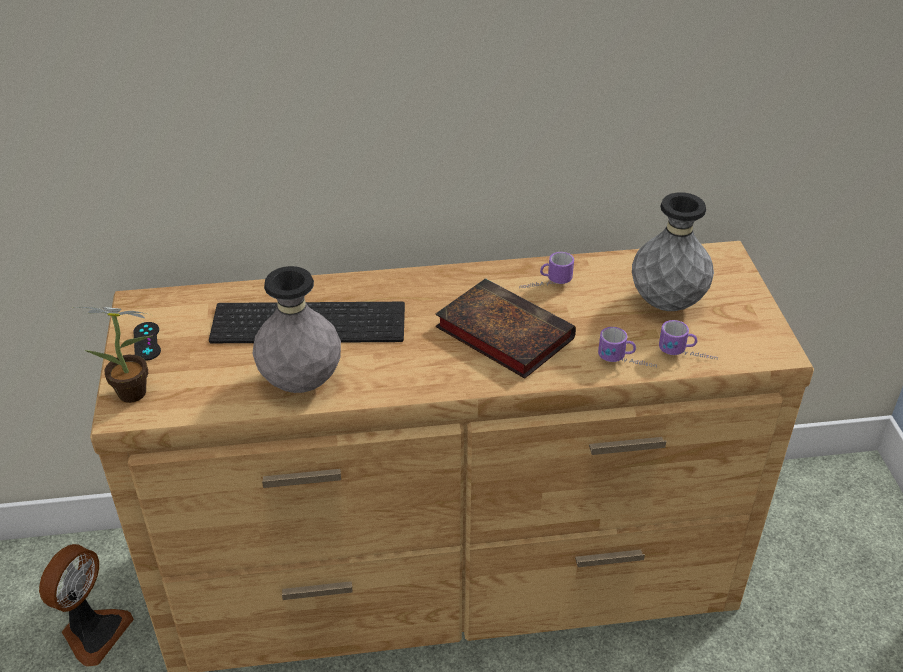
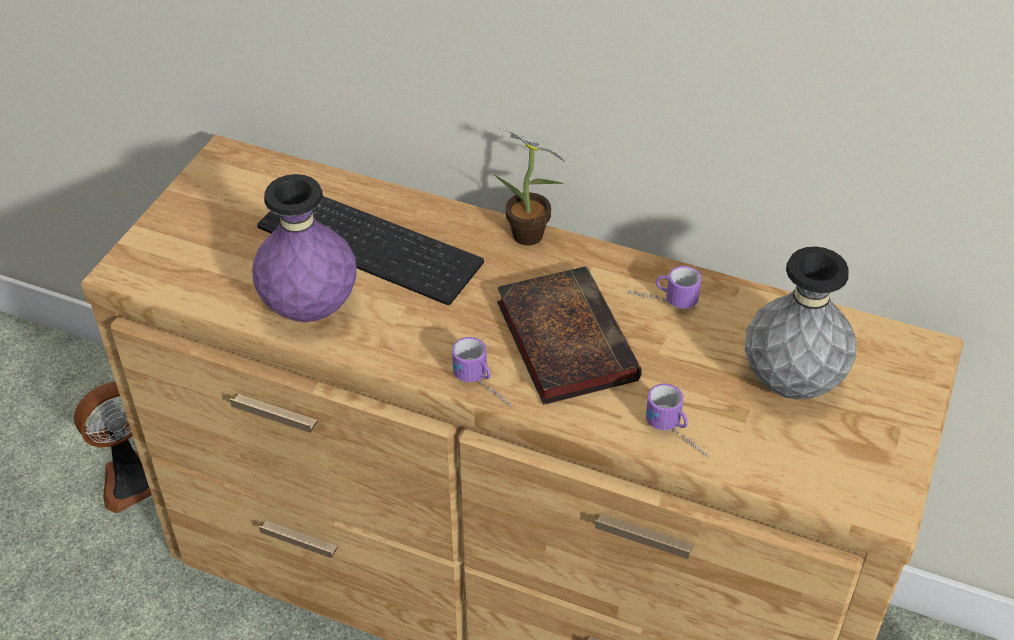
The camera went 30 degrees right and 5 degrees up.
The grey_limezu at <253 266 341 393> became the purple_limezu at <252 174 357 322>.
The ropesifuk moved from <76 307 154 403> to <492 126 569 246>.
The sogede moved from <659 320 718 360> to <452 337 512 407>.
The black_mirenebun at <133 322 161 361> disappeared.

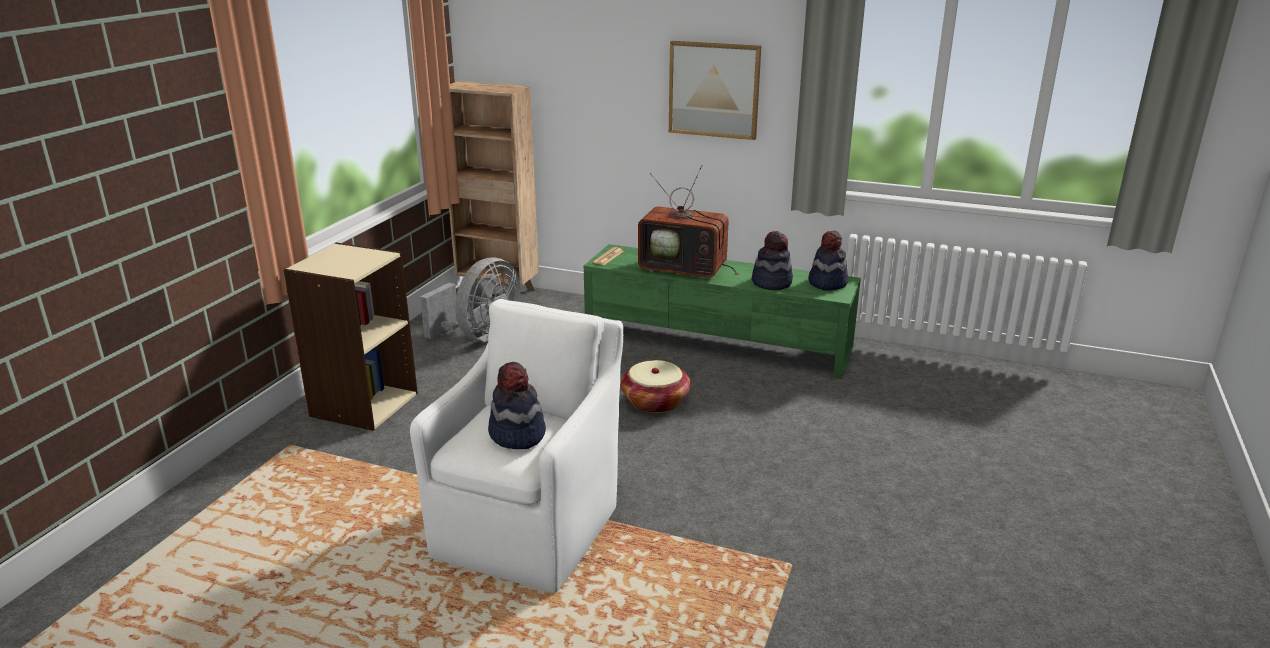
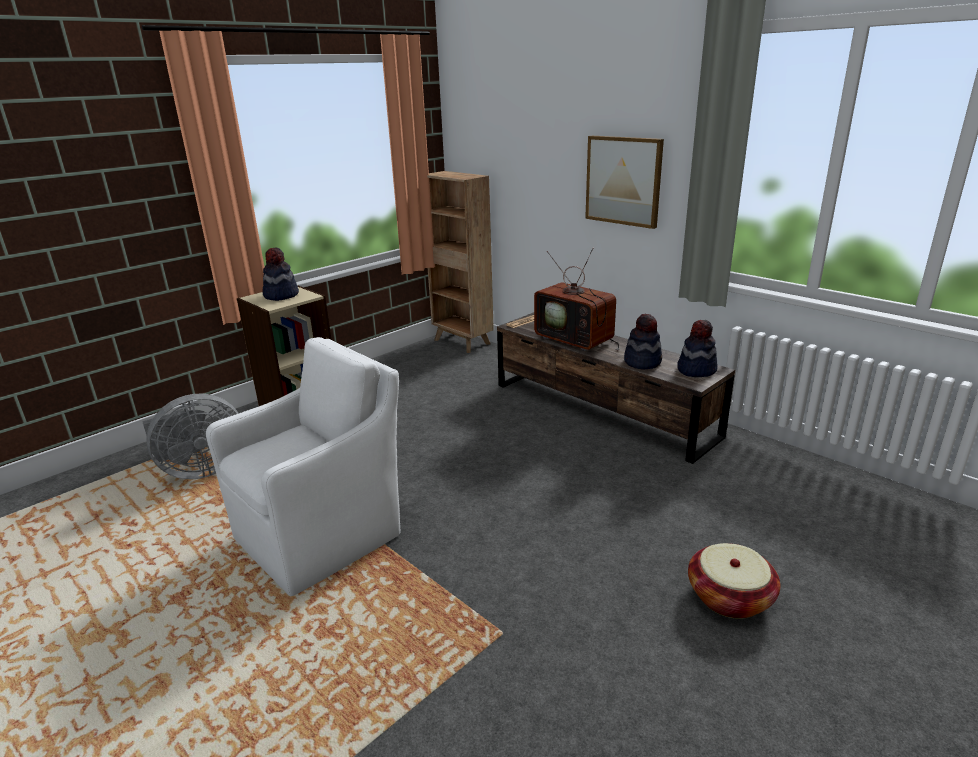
The camera went 25 degrees right and 0 degrees up.
The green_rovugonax at <584 244 861 379> became the brown_rovugonax at <497 312 735 464>.
The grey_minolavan moved from <420 257 520 342> to <142 393 239 479>.
The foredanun moved from <621 360 690 413> to <688 543 780 619>.
The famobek moved from <488 362 546 449> to <262 247 299 301>.

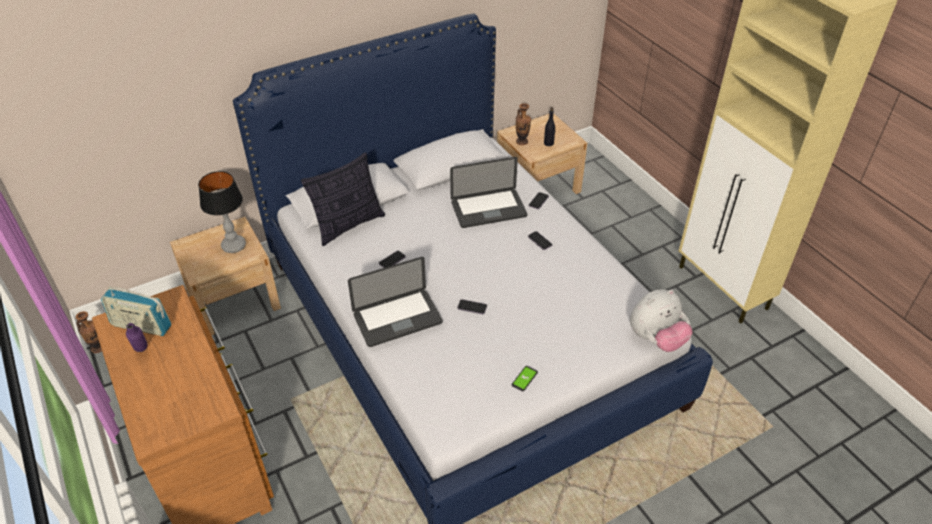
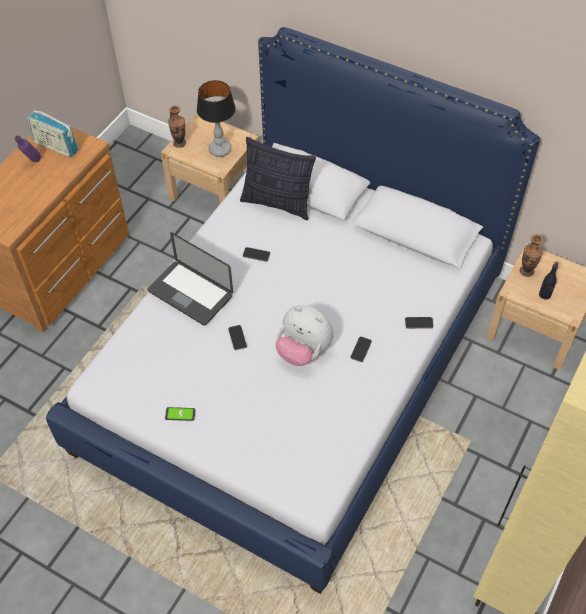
The camera went 60 degrees right and 10 degrees up.
The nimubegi at <450 157 527 228> disappeared.
The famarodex at <101 287 172 336> turned 45 degrees counterclockwise.
The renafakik moved from <630 289 693 352> to <275 306 334 366>.
The limezu moved from <76 311 102 353> to <168 106 186 148>.

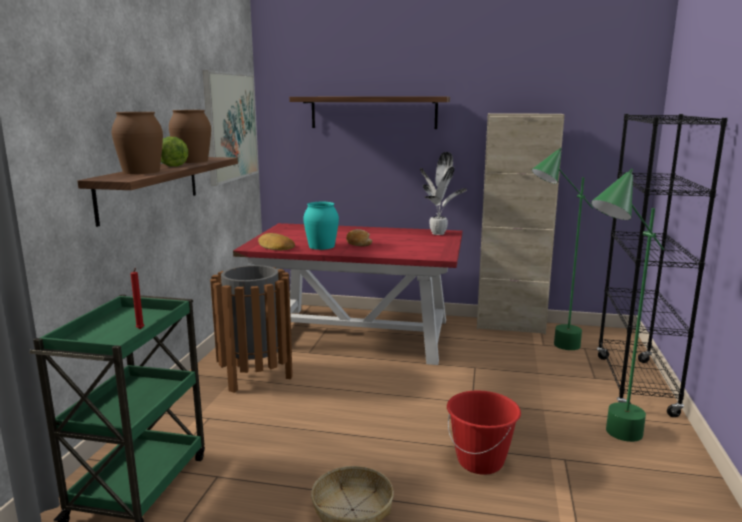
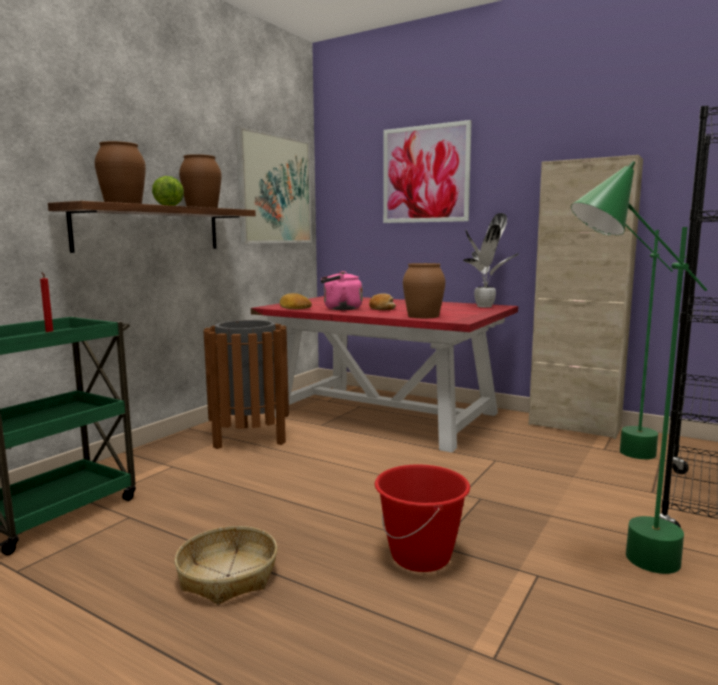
The camera went 20 degrees right and 5 degrees down.
The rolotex at <289 97 450 129> was replaced by the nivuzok at <383 120 472 223>.
The turquoise_limezu at <303 202 339 250> was replaced by the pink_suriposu at <321 271 362 310>.
The brown_limezu at <403 263 445 318> appeared.

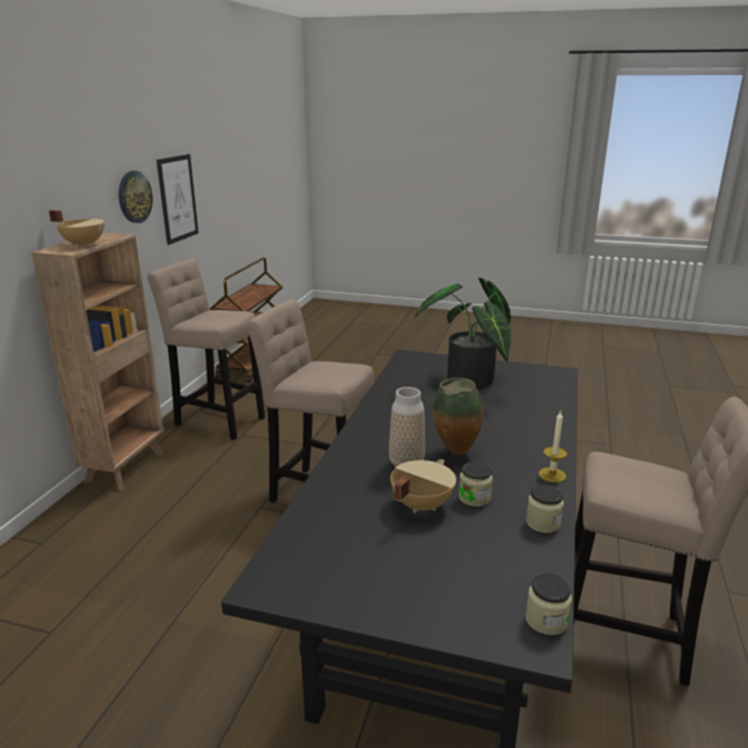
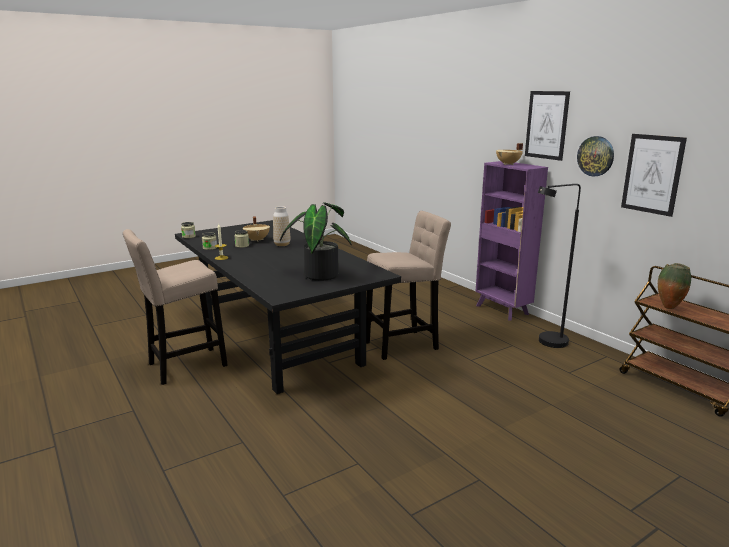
The camera went 130 degrees right and 5 degrees down.
The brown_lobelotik at <31 233 164 491> became the purple_lobelotik at <475 161 548 321>.
The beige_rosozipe at <147 259 265 440> was replaced by the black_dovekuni at <538 184 581 348>.
The limezu moved from <432 378 483 456> to <658 263 691 309>.
The nivuzok at <525 91 570 161> appeared.

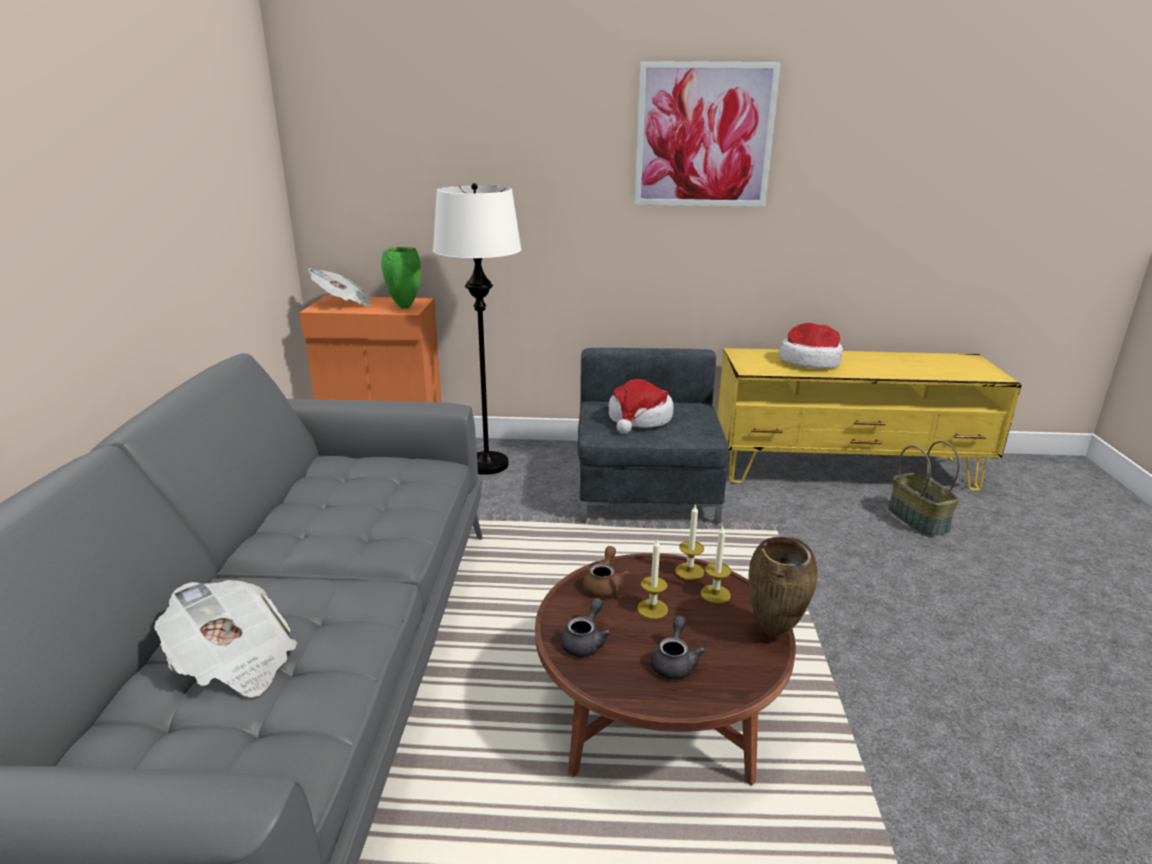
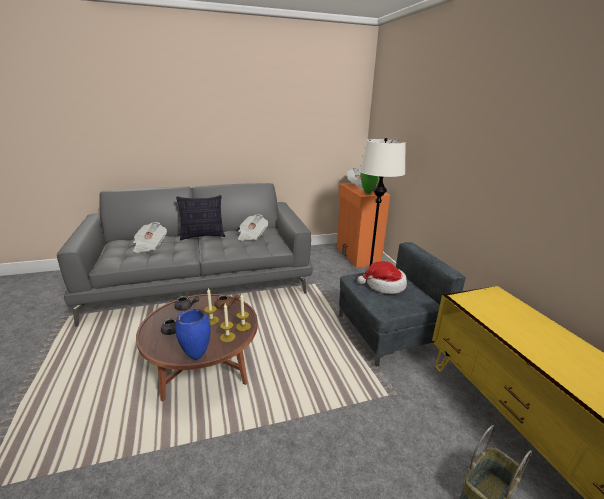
The camera went 70 degrees right and 0 degrees up.
The nivuzok at <635 61 781 207> disappeared.
The famobek at <779 323 843 368> disappeared.
The brown_limezu at <748 537 817 638> became the blue_limezu at <175 309 211 360>.
The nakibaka at <176 195 225 240> appeared.
The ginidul at <238 214 268 241> appeared.

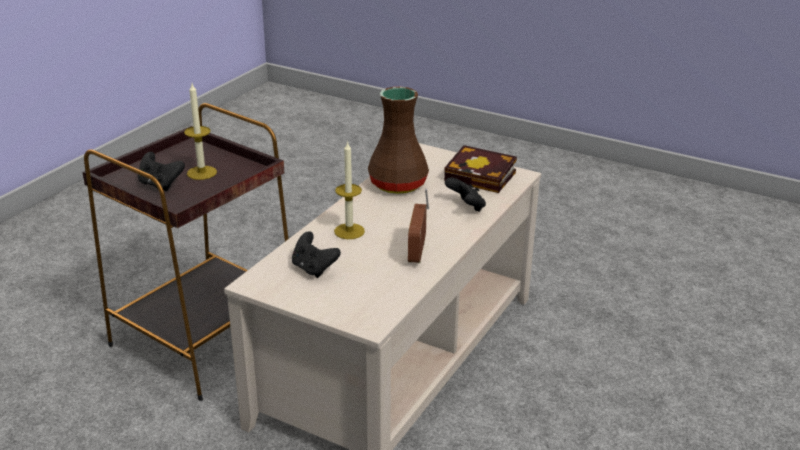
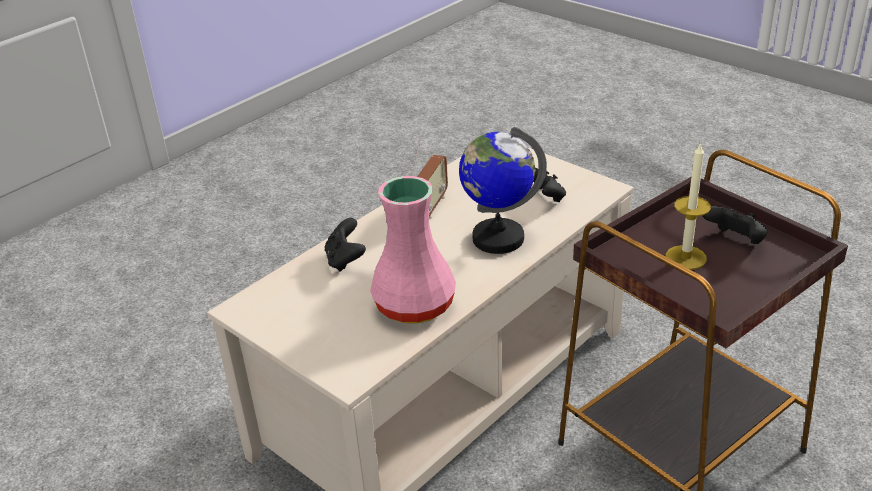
The camera went 165 degrees left and 5 degrees up.
The brown_limezu at <368 87 429 194> became the pink_limezu at <370 176 456 324>.
The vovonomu at <334 141 365 239> was replaced by the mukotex at <459 127 547 254>.
The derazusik at <444 145 517 193> disappeared.

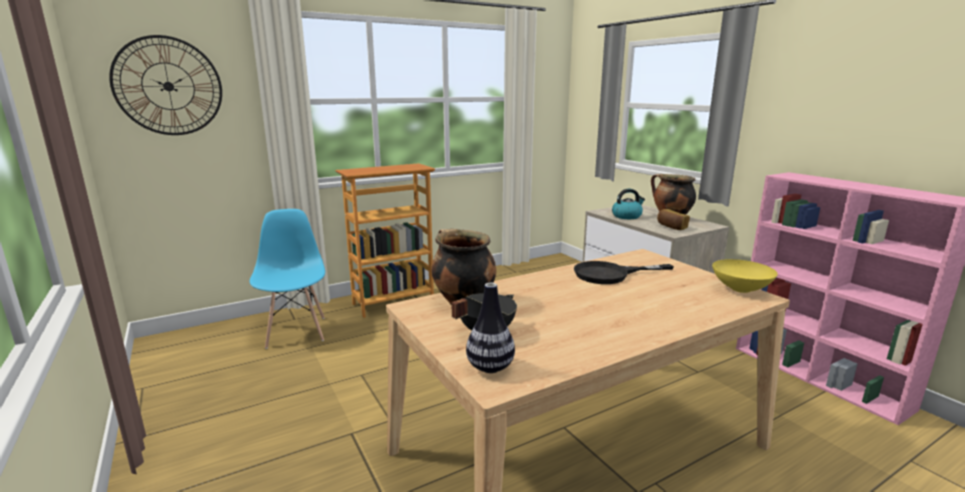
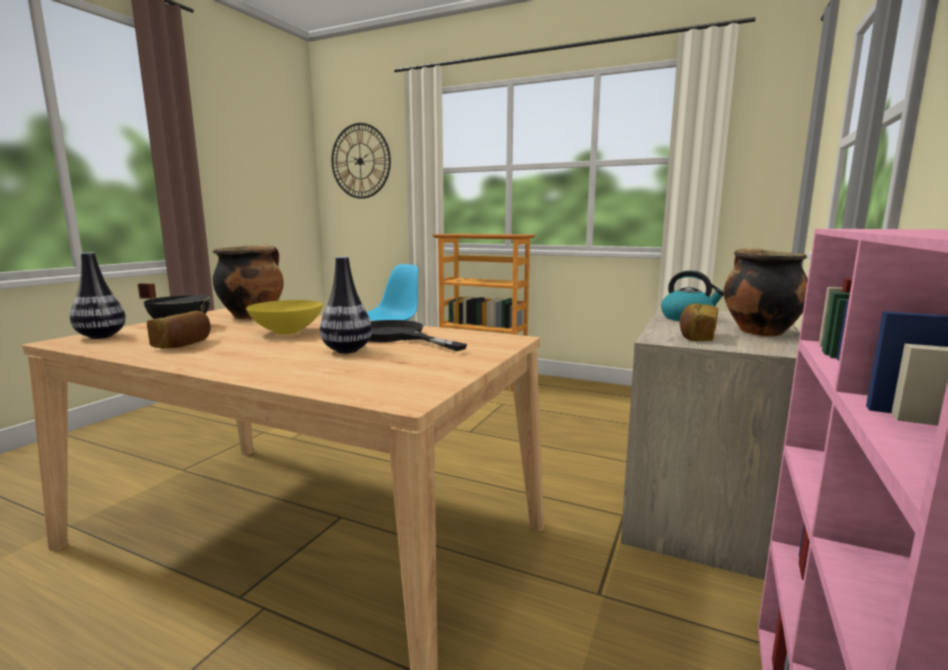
The camera went 55 degrees right and 5 degrees down.
The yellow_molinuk moved from <712 259 778 293> to <246 300 323 335>.
The limezu at <320 257 372 353> appeared.
The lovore at <147 311 211 348> appeared.

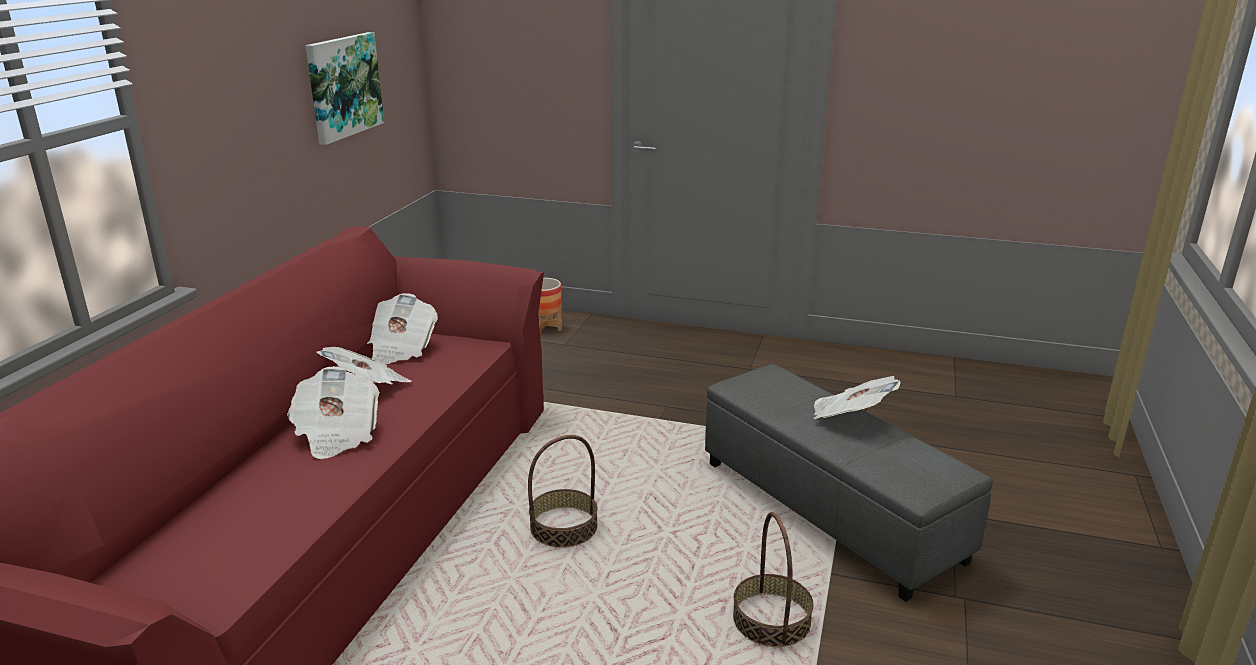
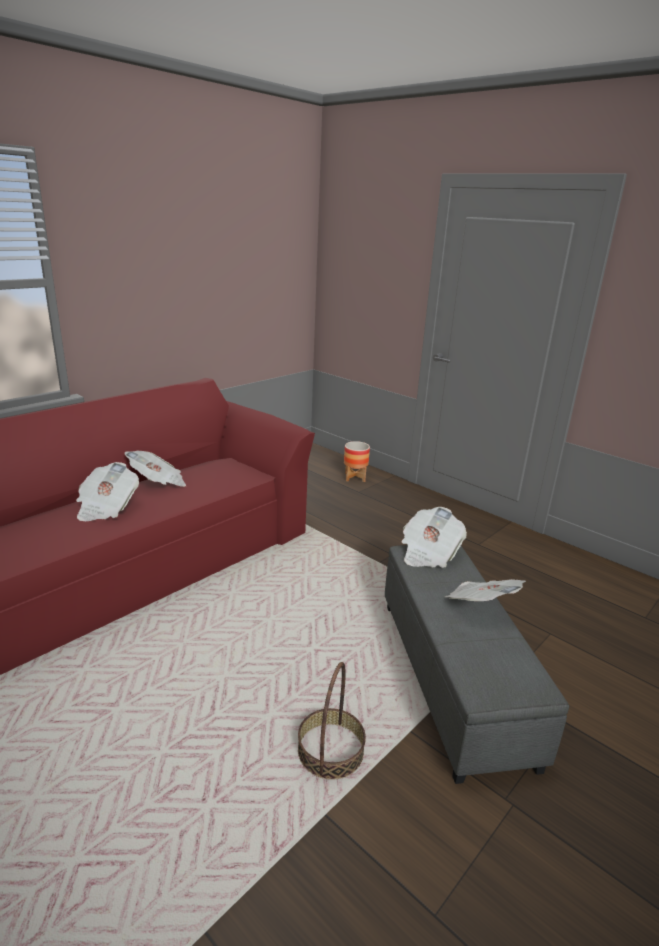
The camera went 25 degrees right and 0 degrees up.
The nivuzok at <305 32 384 145> disappeared.
The ginidul moved from <367 293 438 364> to <402 507 467 568>.
The foredanun at <528 435 598 548> disappeared.

